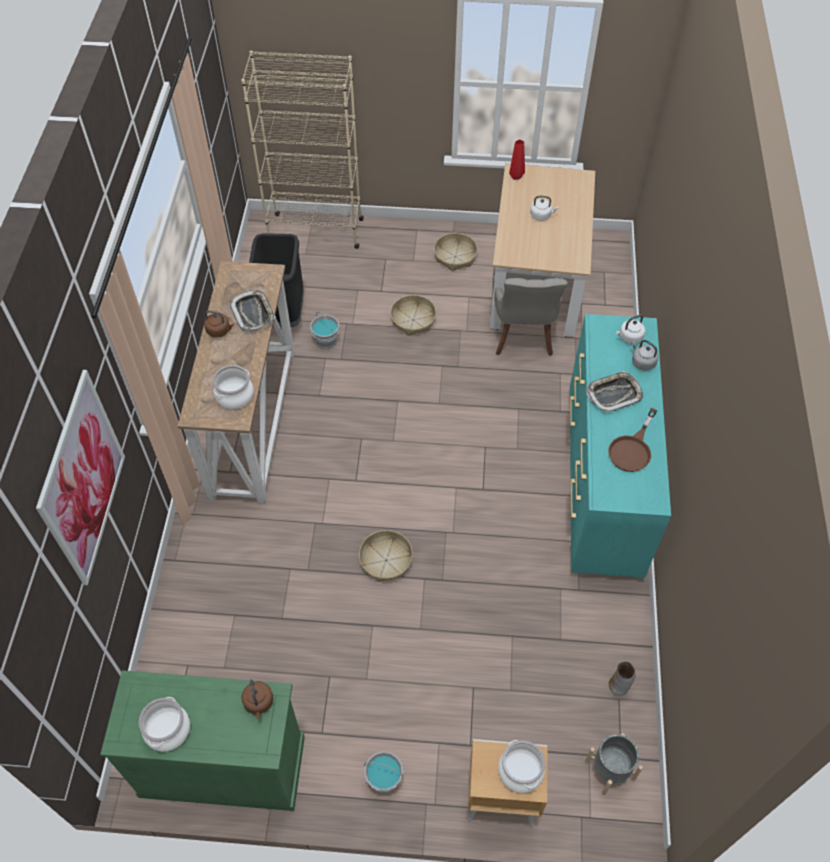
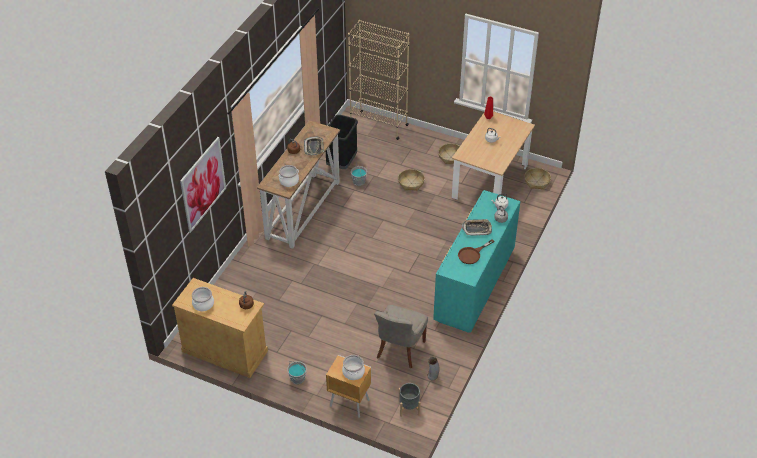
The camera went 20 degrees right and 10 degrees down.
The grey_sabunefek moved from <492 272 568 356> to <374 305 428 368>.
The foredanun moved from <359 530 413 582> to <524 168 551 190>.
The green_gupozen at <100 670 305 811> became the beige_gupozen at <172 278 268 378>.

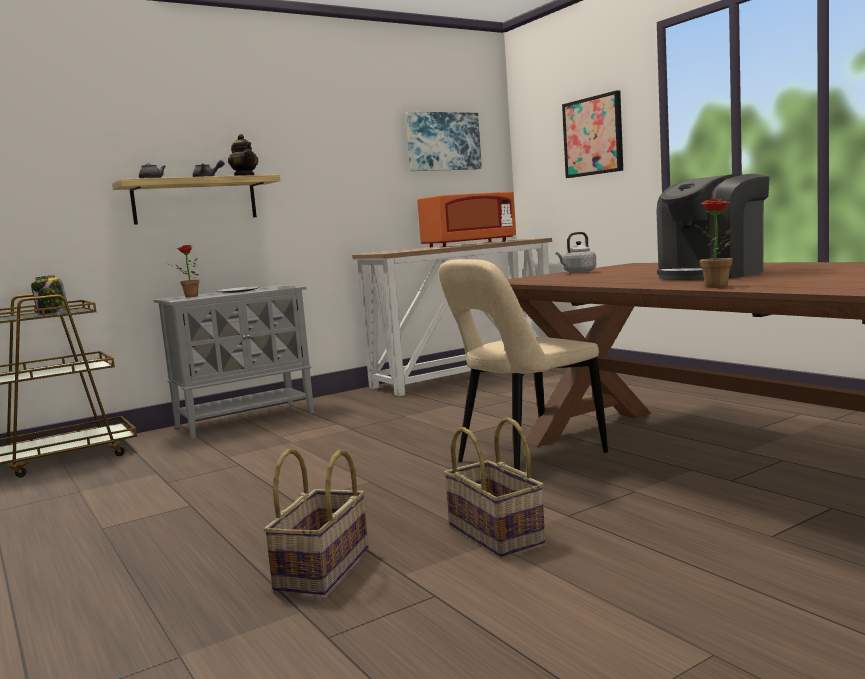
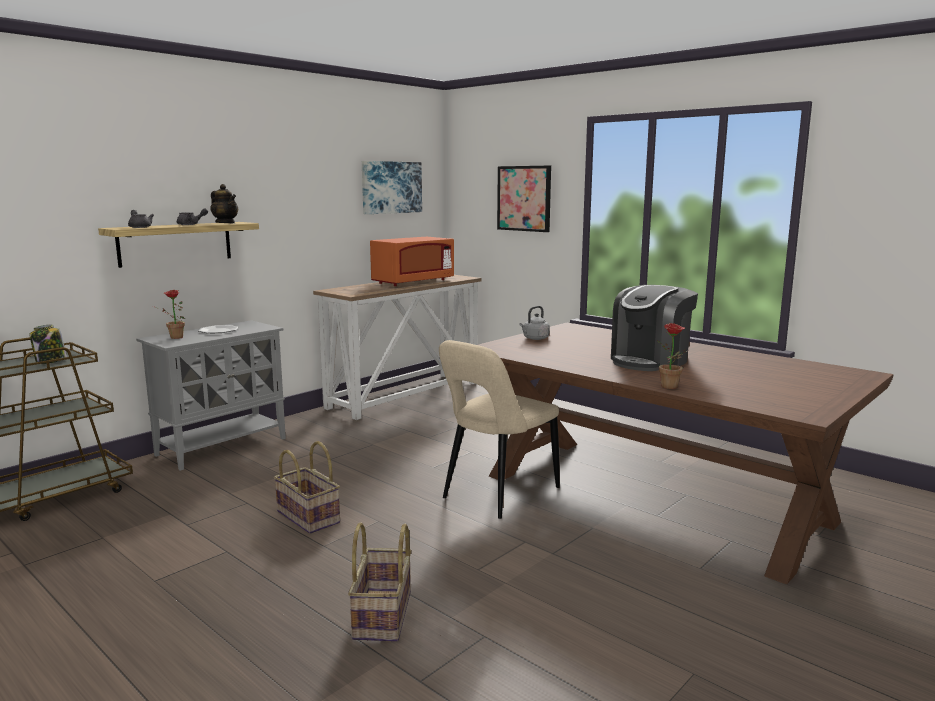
The camera went 15 degrees left and 5 degrees up.
The foredanun moved from <444 417 545 557> to <274 441 340 534>.

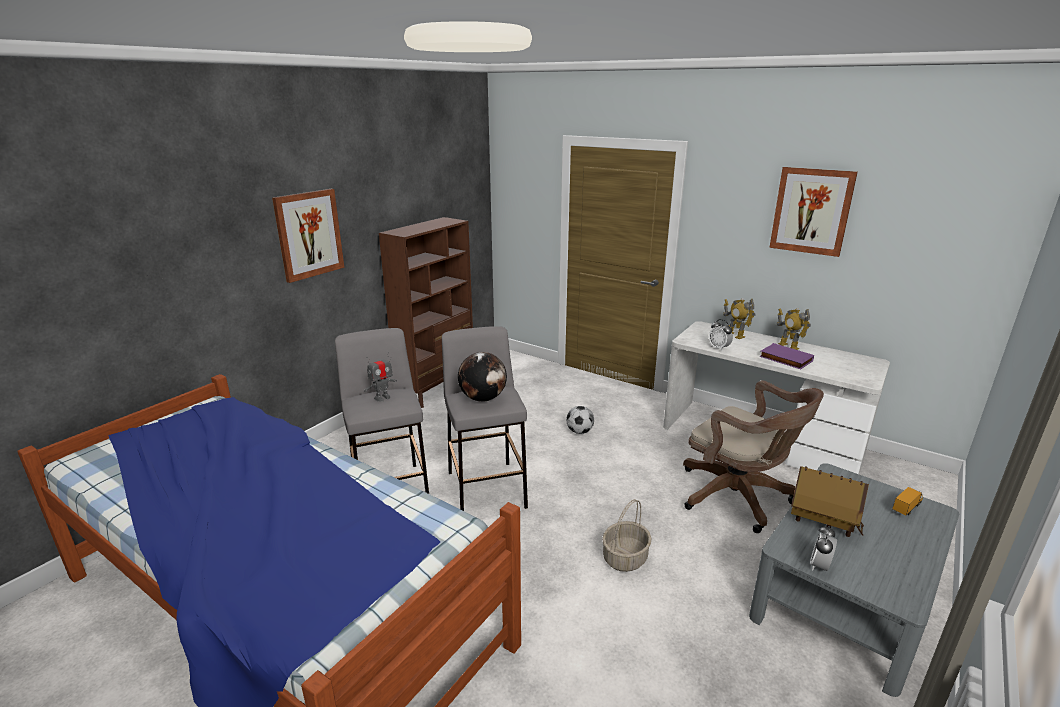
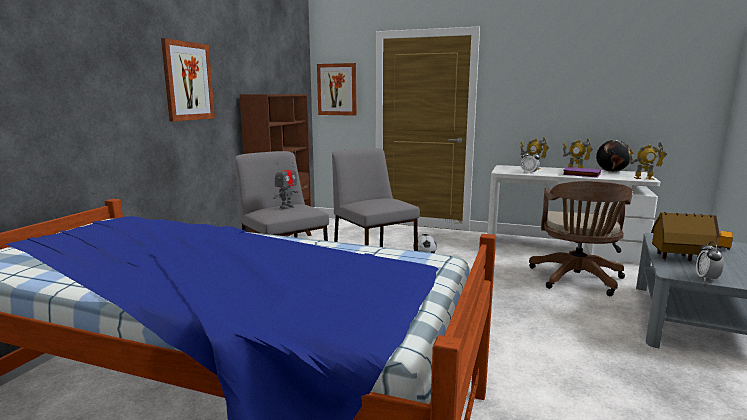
The camera went 15 degrees left and 10 degrees down.
The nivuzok moved from <769 167 858 257> to <317 63 357 116>.
The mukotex moved from <458 352 507 402> to <596 140 631 172>.
The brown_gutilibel at <683 380 824 533> turned 75 degrees clockwise.
The foredanun at <602 499 651 572> disappeared.
The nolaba at <628 142 667 180> appeared.

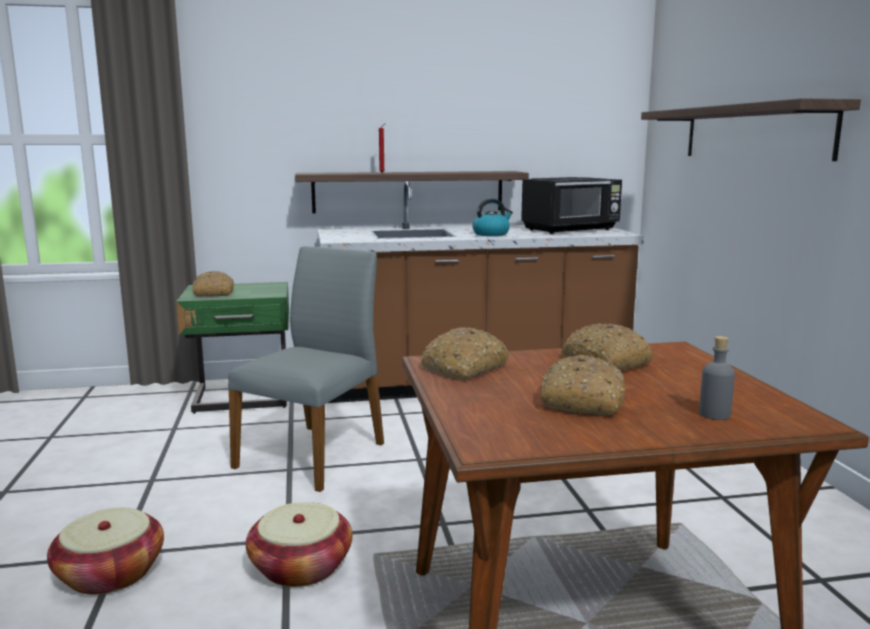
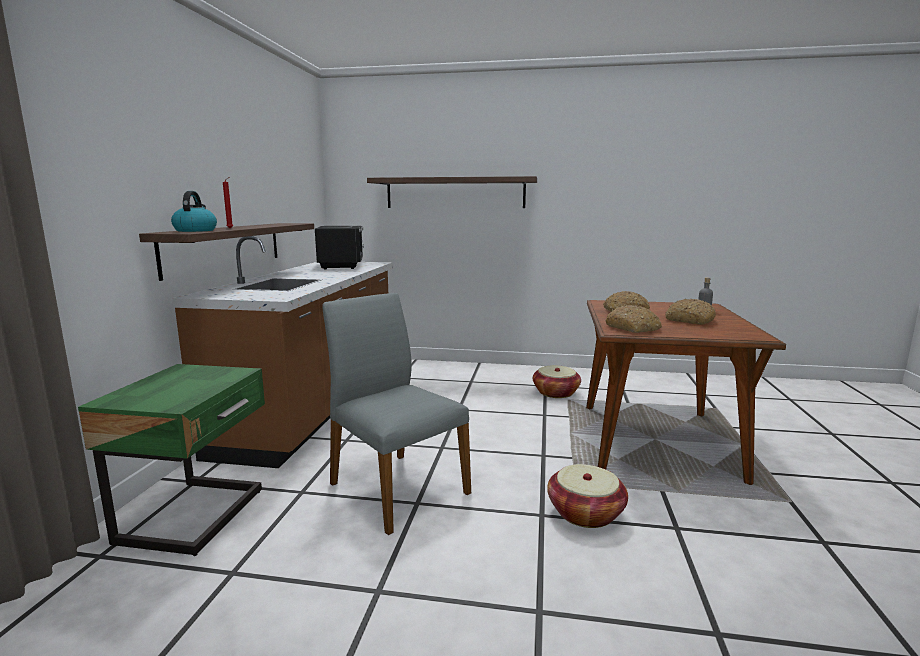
The camera went 70 degrees left and 0 degrees up.
The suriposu moved from <472 199 513 236> to <171 191 217 232>.
The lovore at <192 271 234 297> disappeared.
The foredanun moved from <47 508 164 595> to <533 365 581 398>.

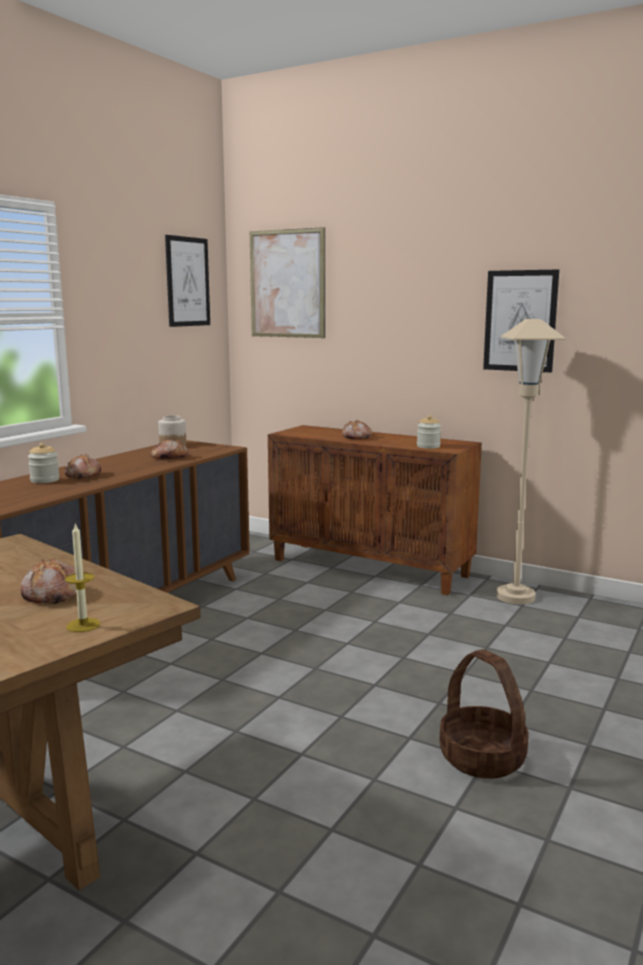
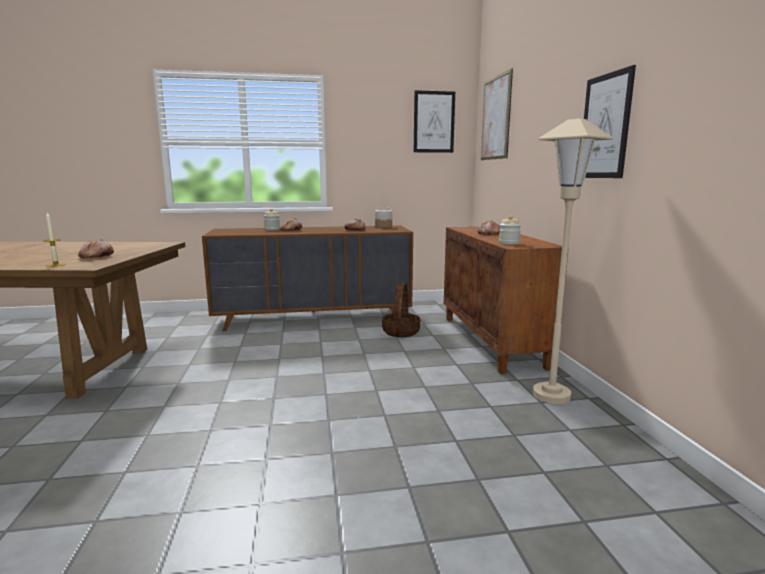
The camera went 50 degrees right and 0 degrees up.
The foredanun moved from <439 649 529 779> to <382 283 420 337>.

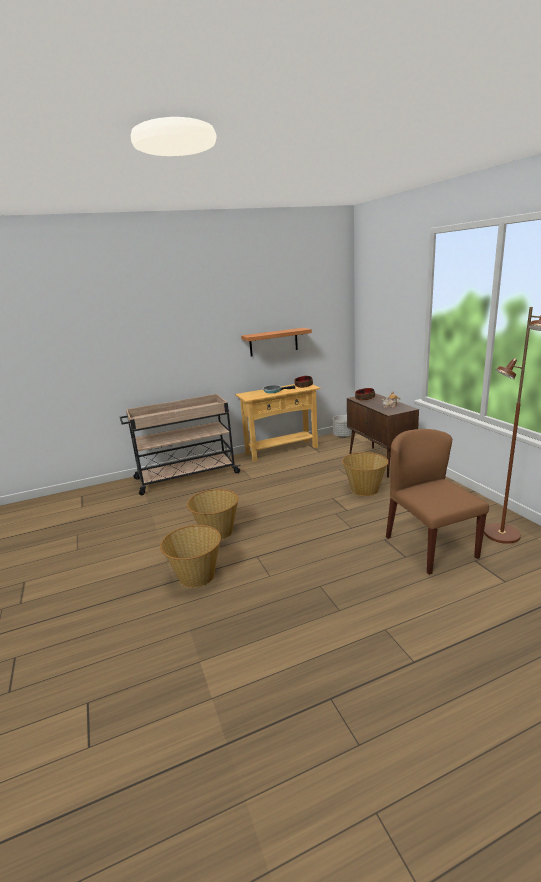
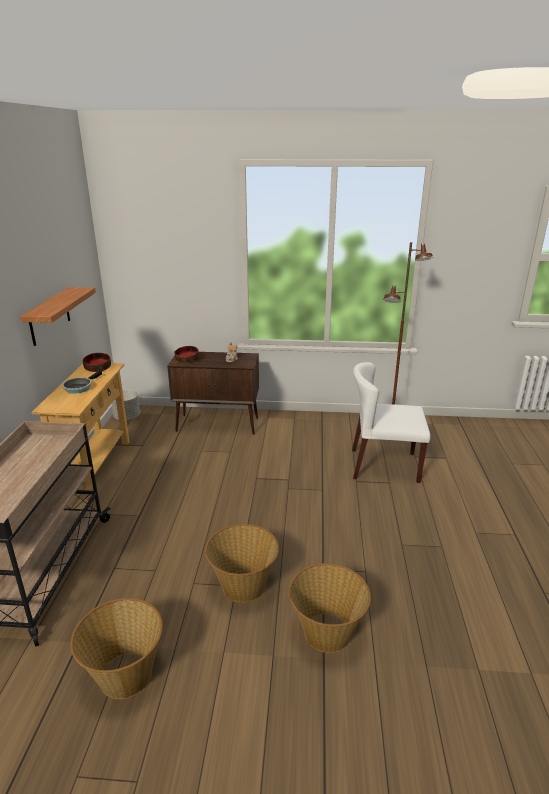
The camera went 65 degrees left and 5 degrees up.
The brown_sabunefek at <386 429 489 575> became the white_sabunefek at <352 362 431 483>.
The foredanun moved from <342 452 388 496> to <70 598 163 699>.

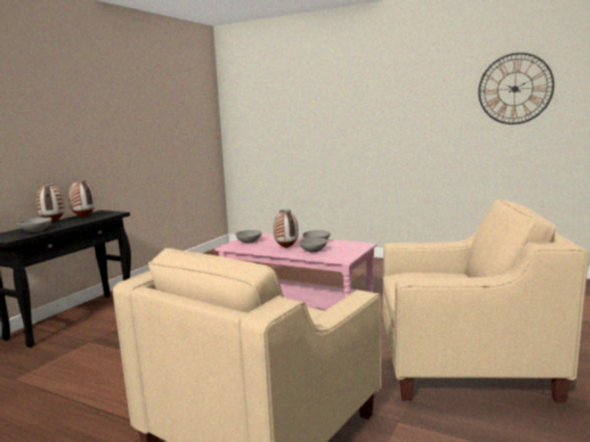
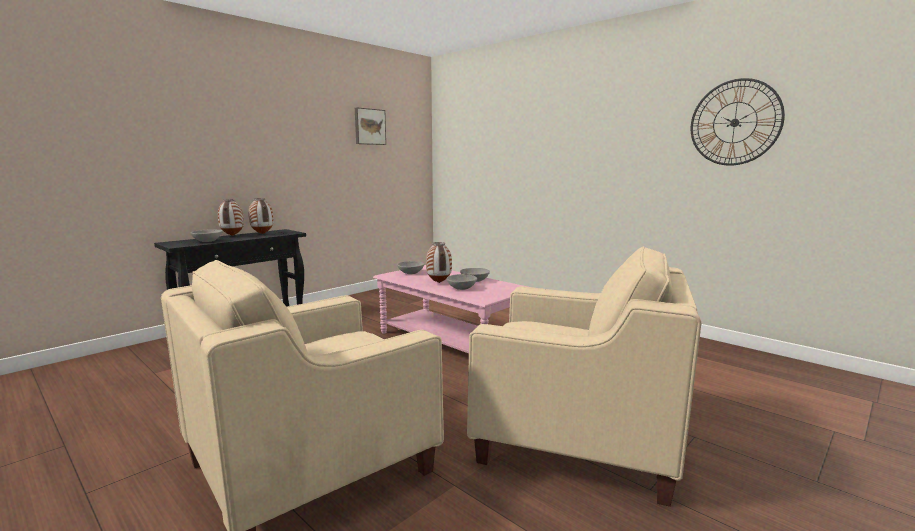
The camera went 15 degrees right and 0 degrees up.
The nivuzok at <355 107 386 145> appeared.

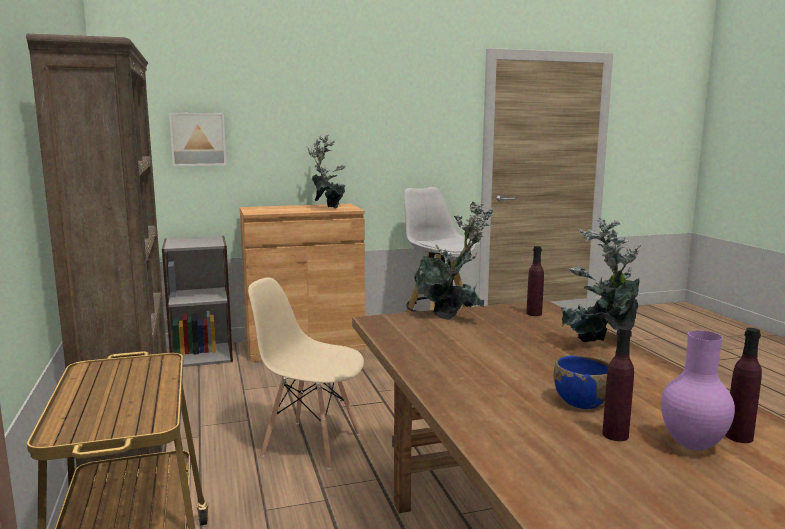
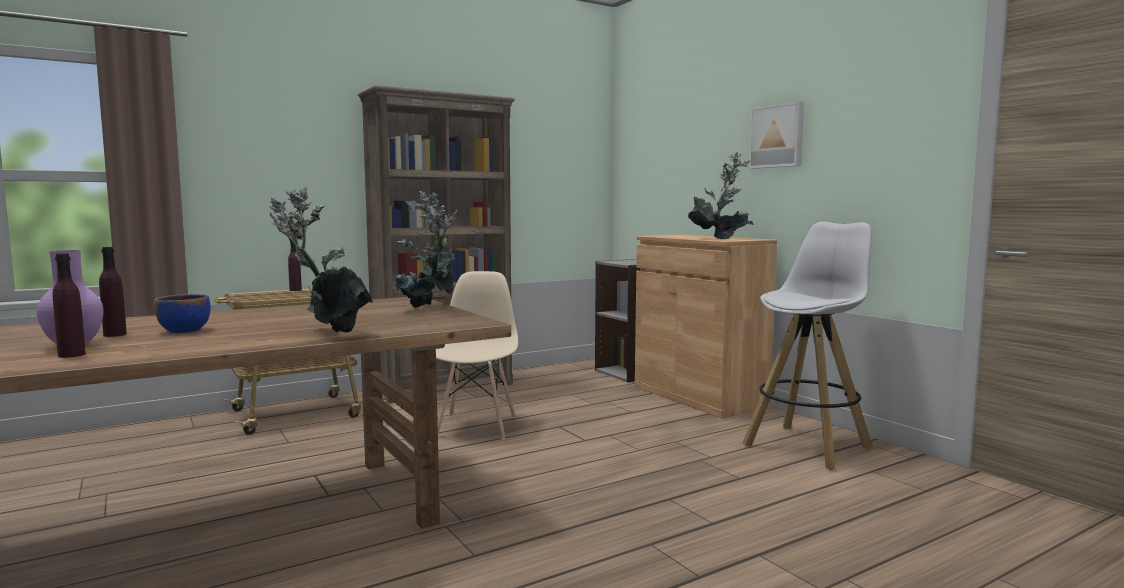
The camera went 75 degrees right and 5 degrees down.
The nivuzok moved from <169 113 227 166> to <748 101 804 169>.
The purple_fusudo moved from <526 246 544 316> to <288 241 302 291>.

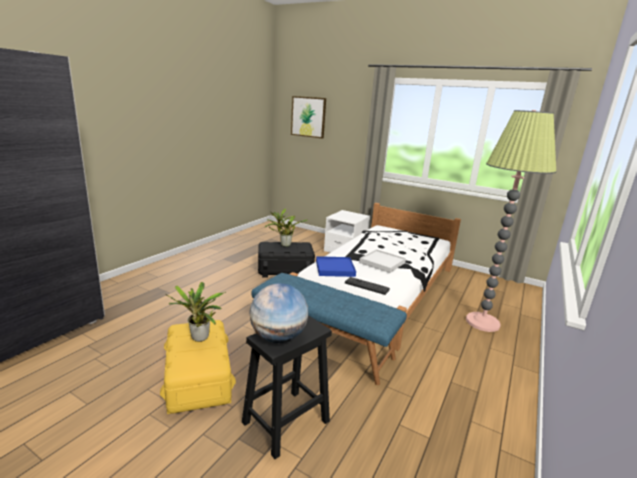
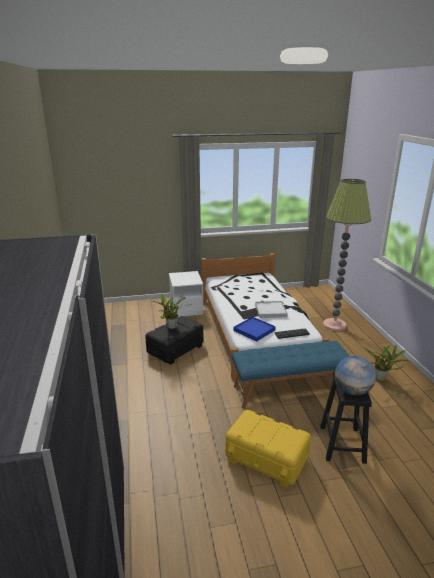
The camera went 40 degrees left and 5 degrees up.
The nivuzok at <291 96 326 138> disappeared.
The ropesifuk moved from <166 282 226 342> to <362 345 410 381>.

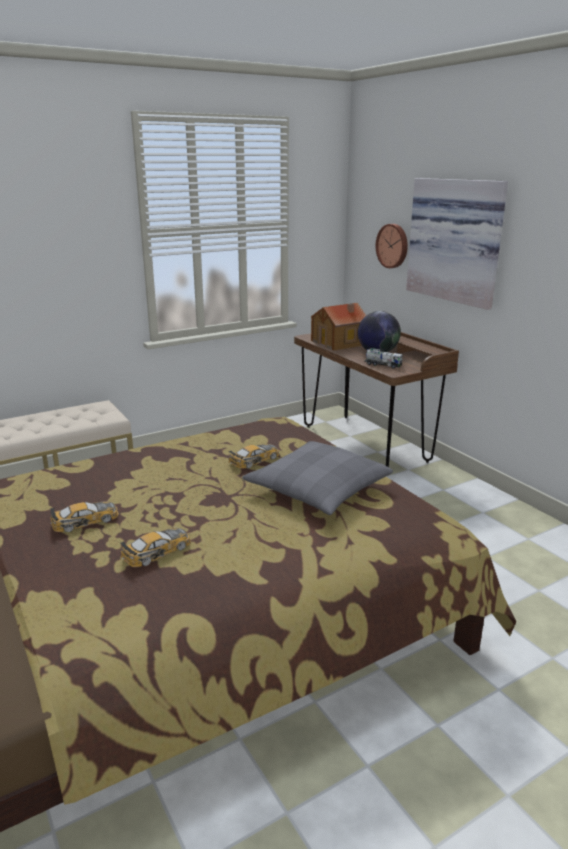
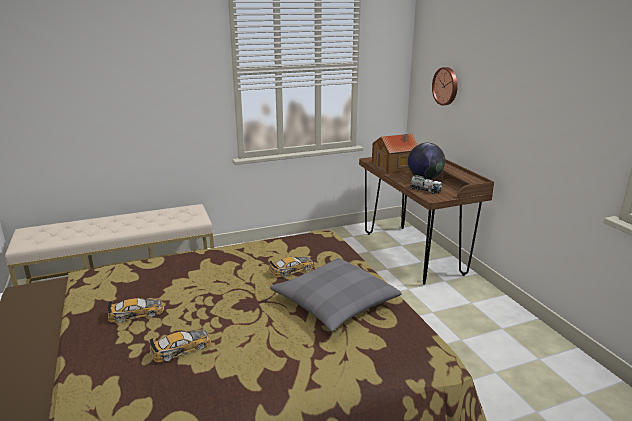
The camera went 10 degrees right and 0 degrees up.
The nivuzok at <406 178 508 310> disappeared.

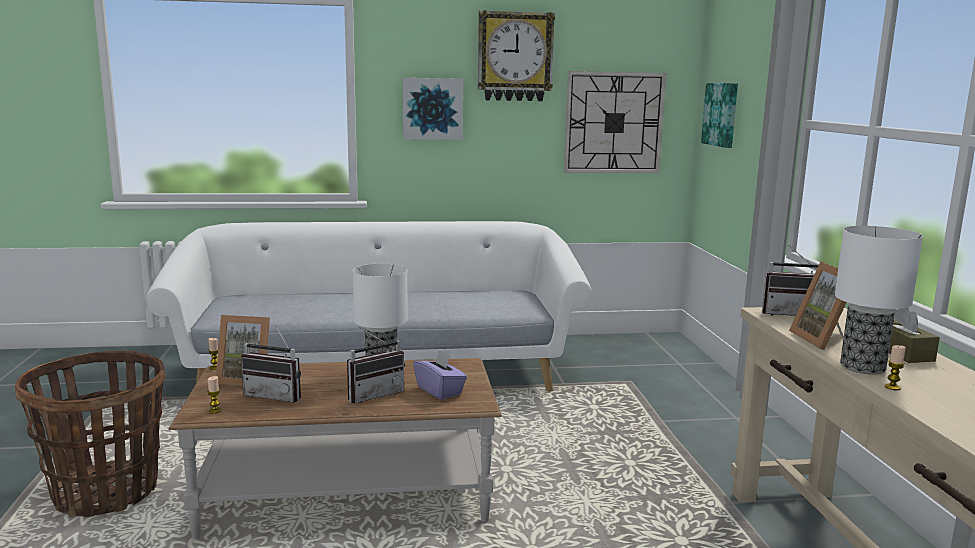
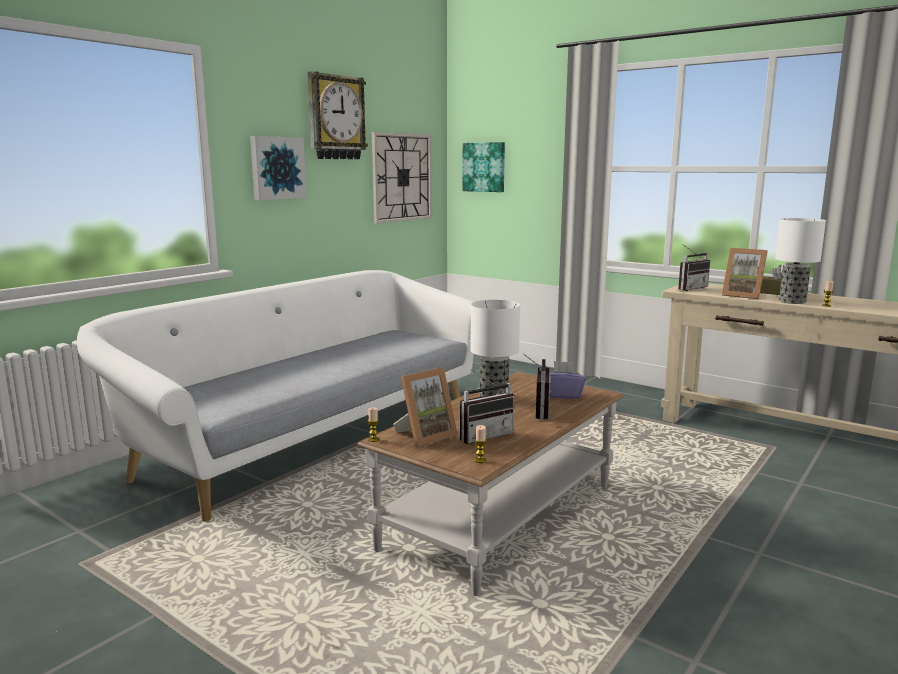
The camera went 45 degrees left and 0 degrees up.
The foredanun at <15 351 165 517> disappeared.

